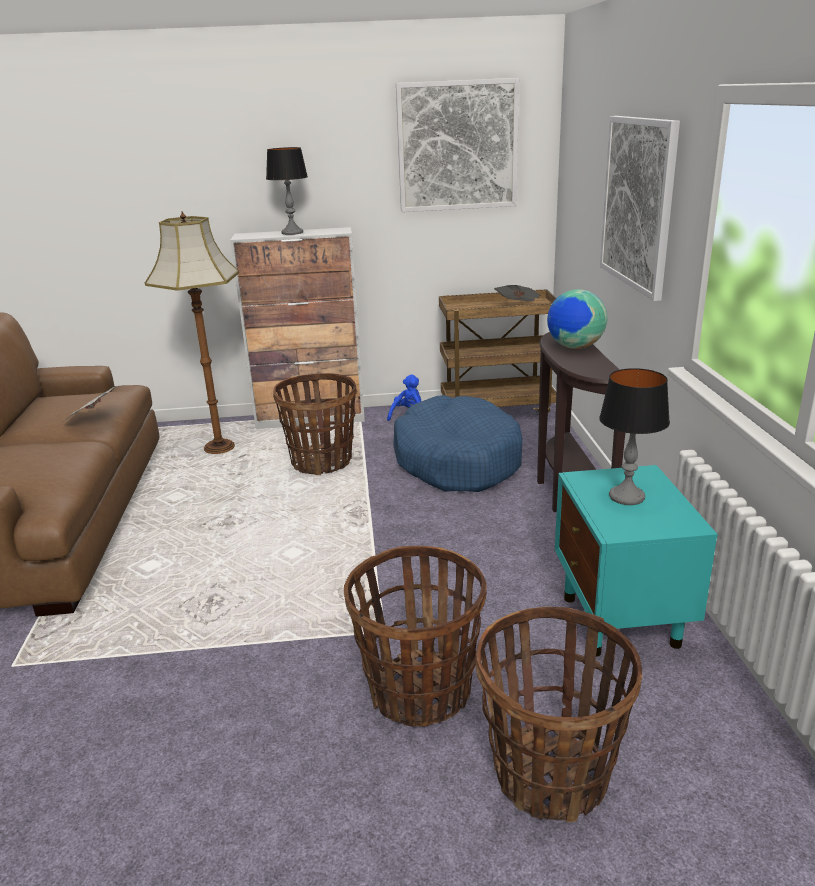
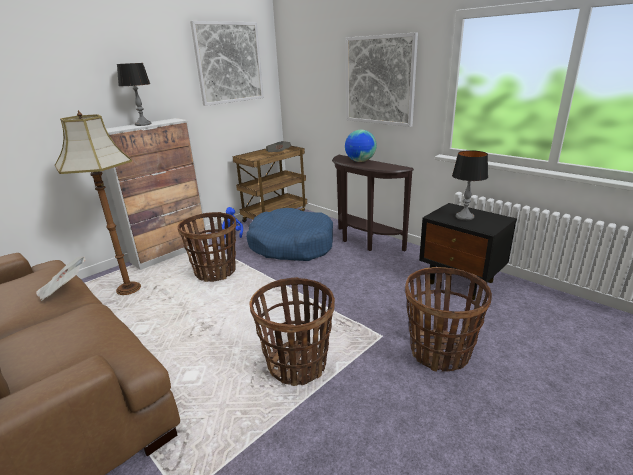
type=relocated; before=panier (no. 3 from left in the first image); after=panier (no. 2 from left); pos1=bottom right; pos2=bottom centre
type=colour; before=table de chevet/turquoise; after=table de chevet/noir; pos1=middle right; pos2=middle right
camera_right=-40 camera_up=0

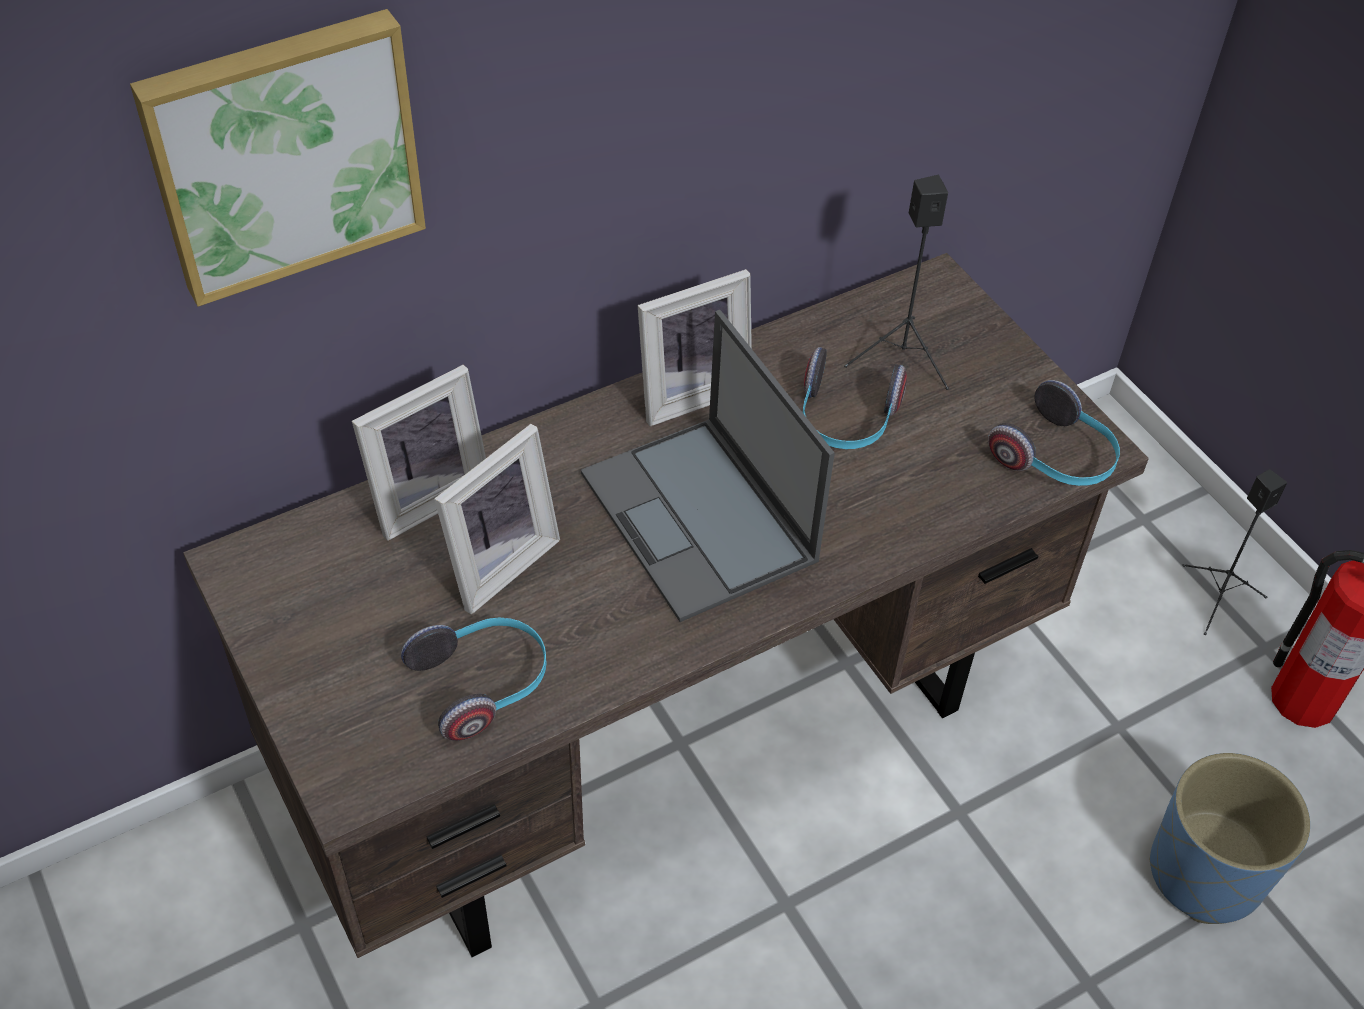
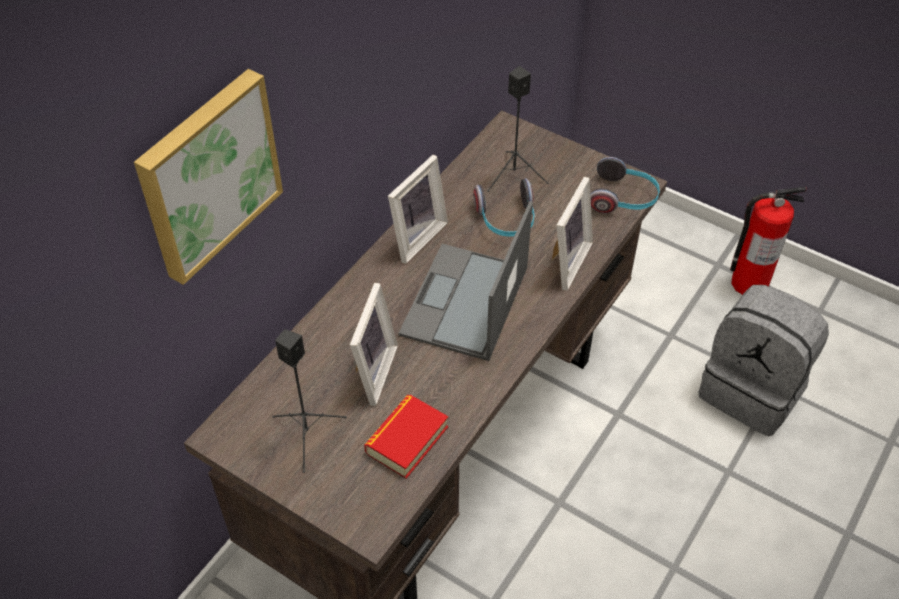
type=relocated; before=cadre photo (no. 1 from left in the first image); after=cadre photo (no. 3 from left); pos1=middle left; pos2=centre
type=exchanged; before=casque audio (no. 1 from left); after=livre; pos1=bottom centre; pos2=bottom centre
type=spun; before=ordinateur portable; pos1=centre; pos2=centre; turn=75
type=exchanged; before=cache-pot/bleu; after=sac à dos/gris; pos1=bottom right; pos2=middle right
type=relocated; before=enceinte/noir (no. 2 from left in the first image); after=enceinte/noir (no. 1 from left); pos1=middle right; pos2=bottom centre
camera_right=-25 camera_up=0

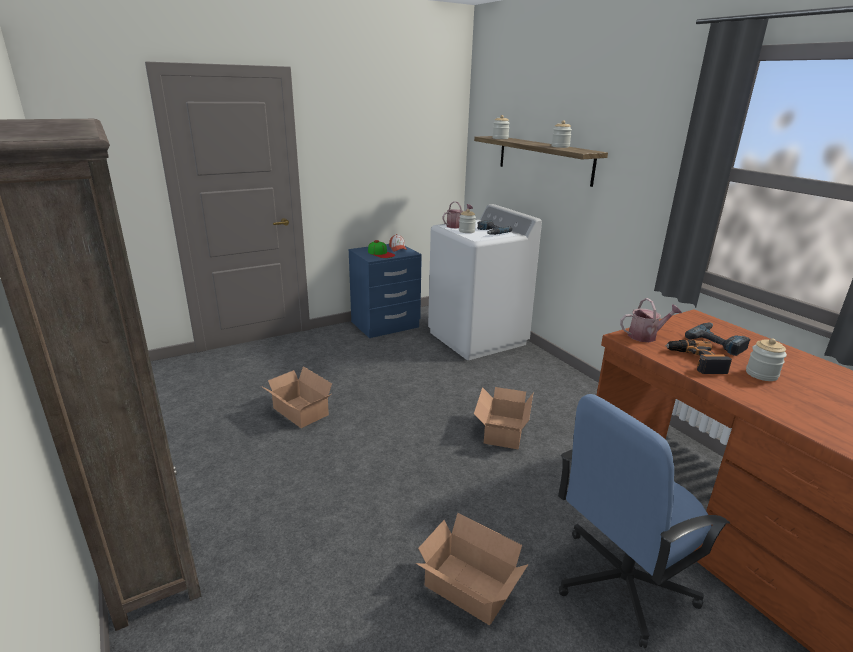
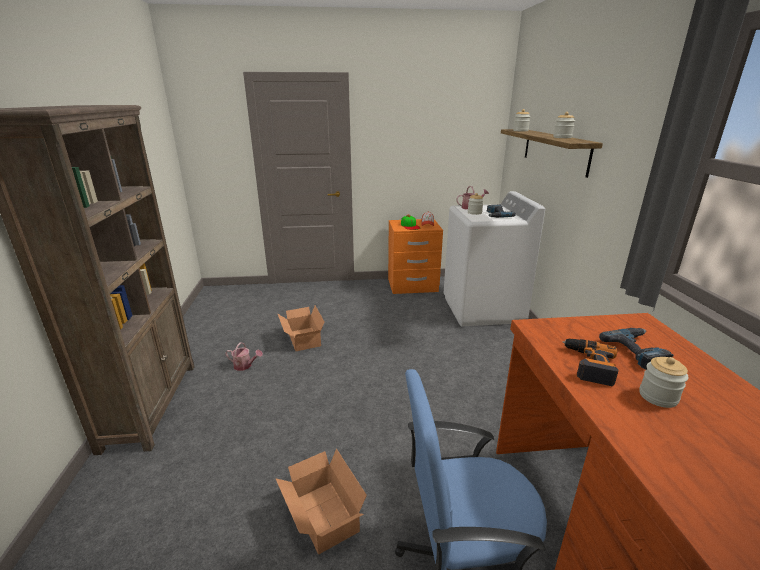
type=colour; before=table de chevet/bleu; after=table de chevet/orange; pos1=centre; pos2=centre
type=missing; before=carton (no. 3 from left); pos1=centre
type=relocated; before=arrosoir (no. 2 from left in the first image); after=arrosoir (no. 1 from left); pos1=middle right; pos2=middle left
camera_right=25 camera_up=0

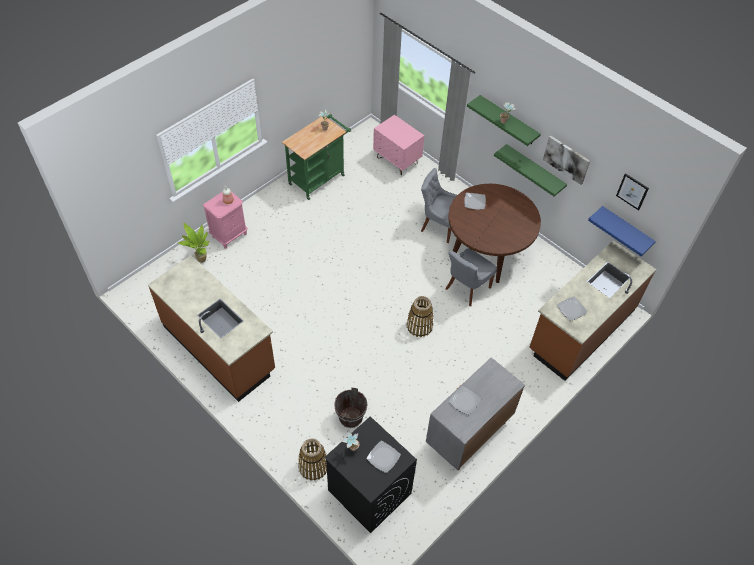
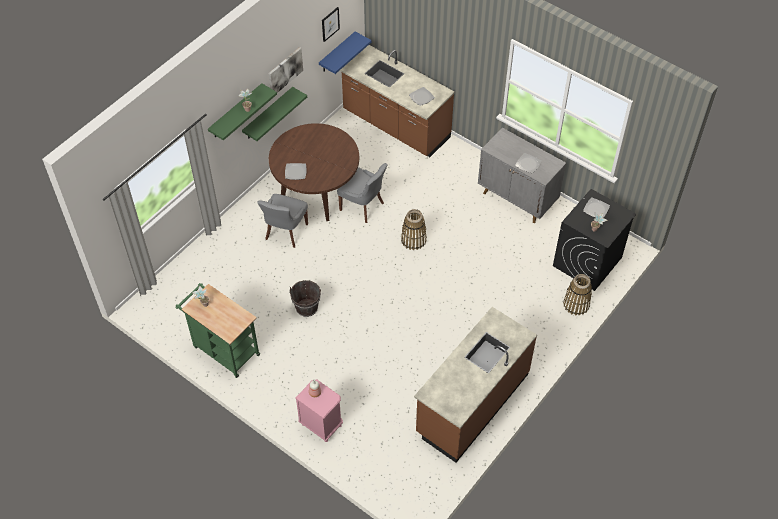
type=missing; before=plante en pot (no. 1 from left); pos1=middle left
type=relocated; before=seau/marron; pos1=bottom centre; pos2=centre
type=missing; before=table de chevet/rose (no. 2 from left); pos1=top centre
camera_right=-95 camera_up=0

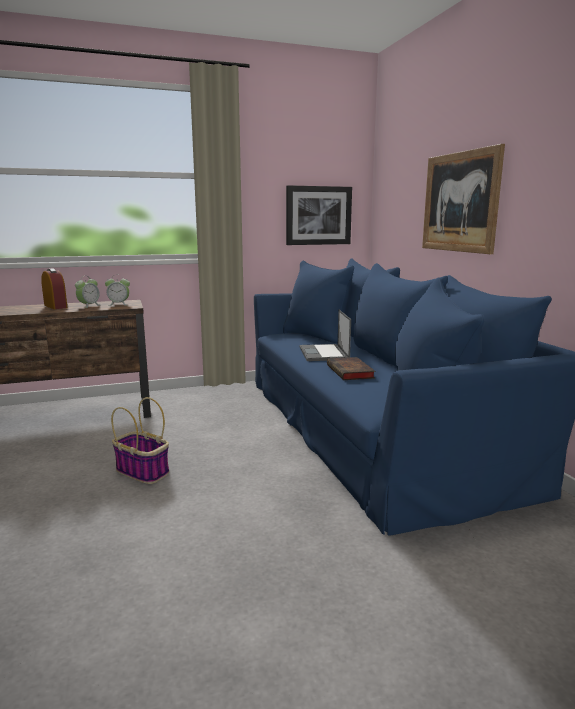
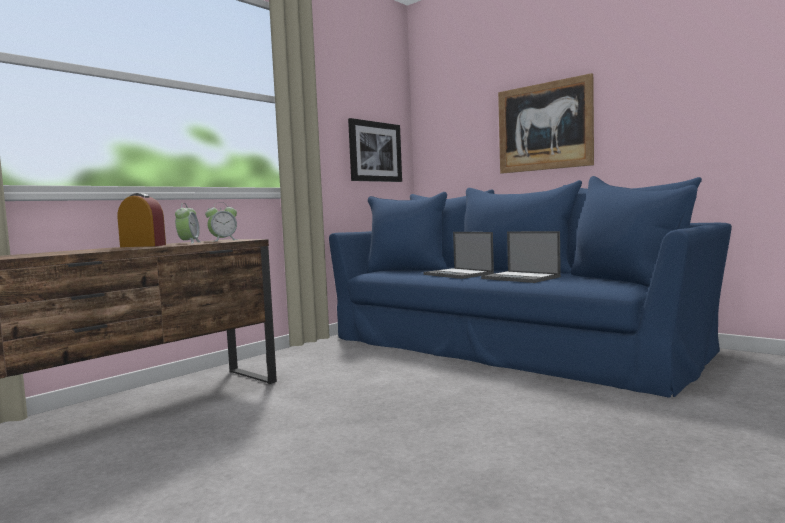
type=missing; before=panier; pos1=middle left
type=exchanged; before=livre; after=ordinateur portable (no. 2 from left); pos1=centre; pos2=centre
camera_right=-30 camera_up=-10

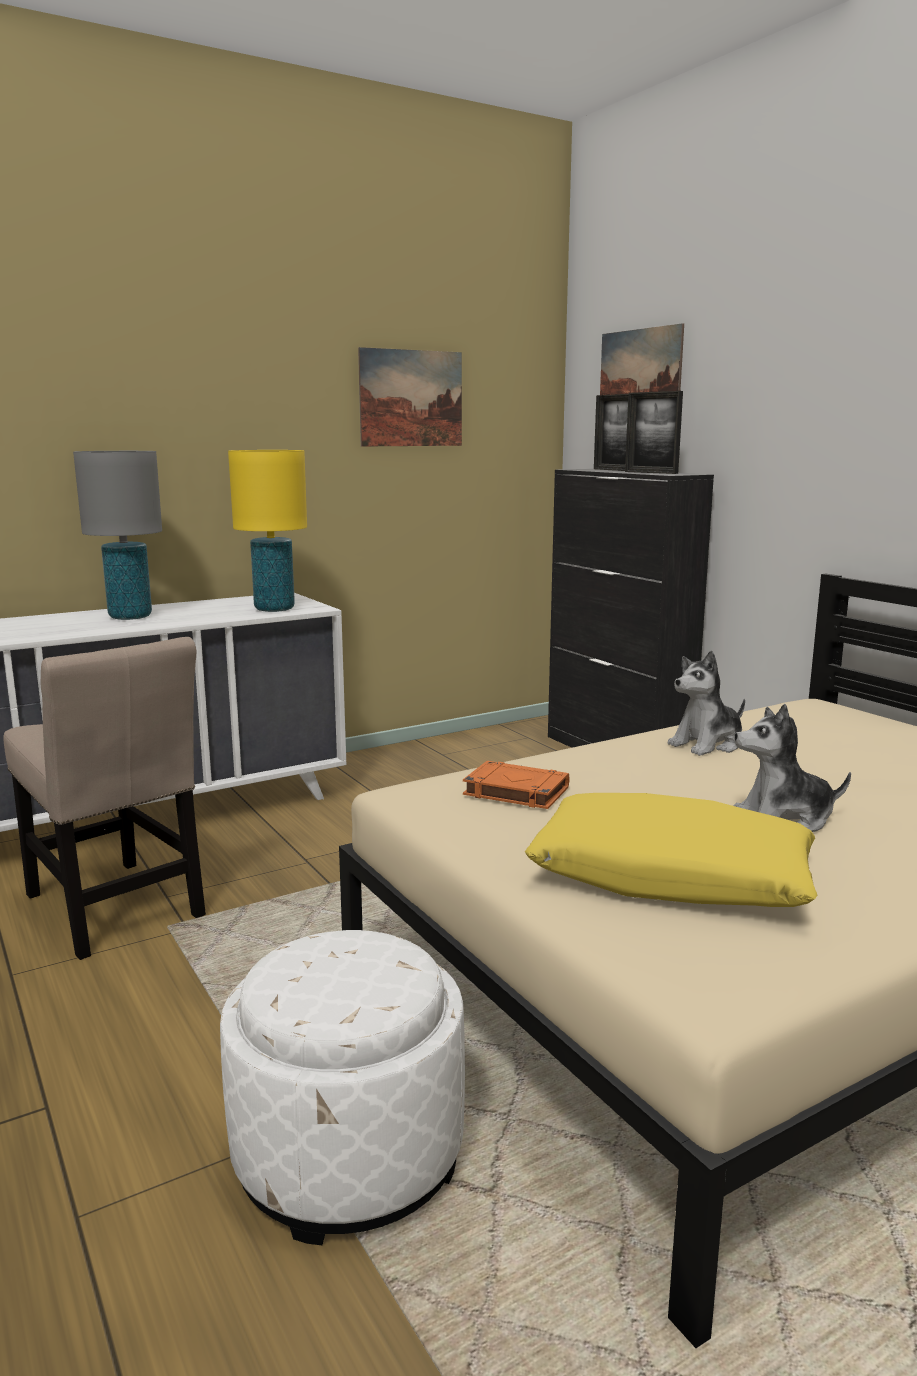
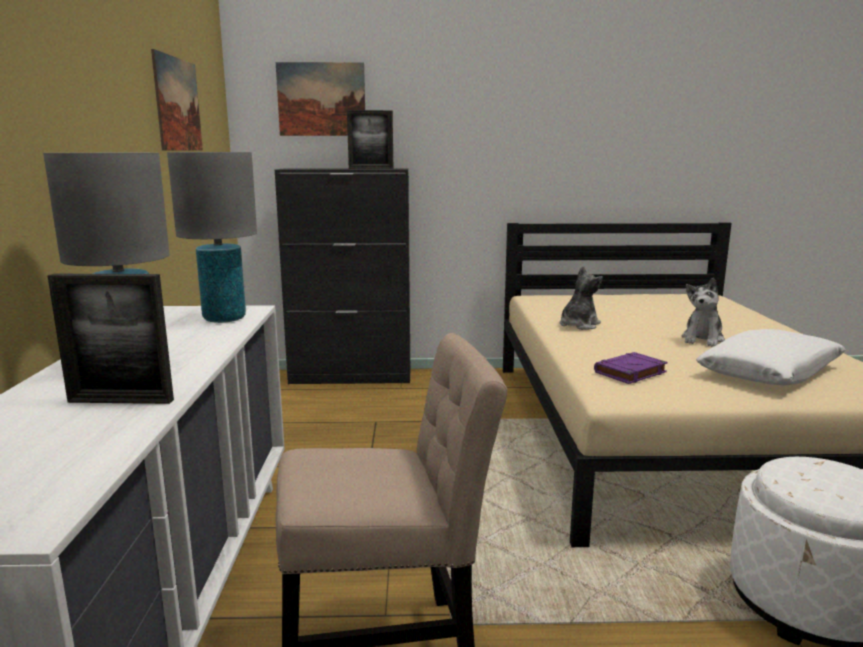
type=colour; before=lampe de table/jaune; after=lampe de table/gris (no. 2 from left); pos1=middle left; pos2=middle left
type=colour; before=livre/orange; after=livre/violet; pos1=centre; pos2=middle right
type=colour; before=coussin/jaune; after=coussin/blanc; pos1=middle right; pos2=middle right
type=relocated; before=cadre photo (no. 1 from left); pos1=top centre; pos2=middle left
type=spun; before=peluche (no. 1 from left); pos1=middle right; pos2=middle right; turn=-135
camera_right=-60 camera_up=0

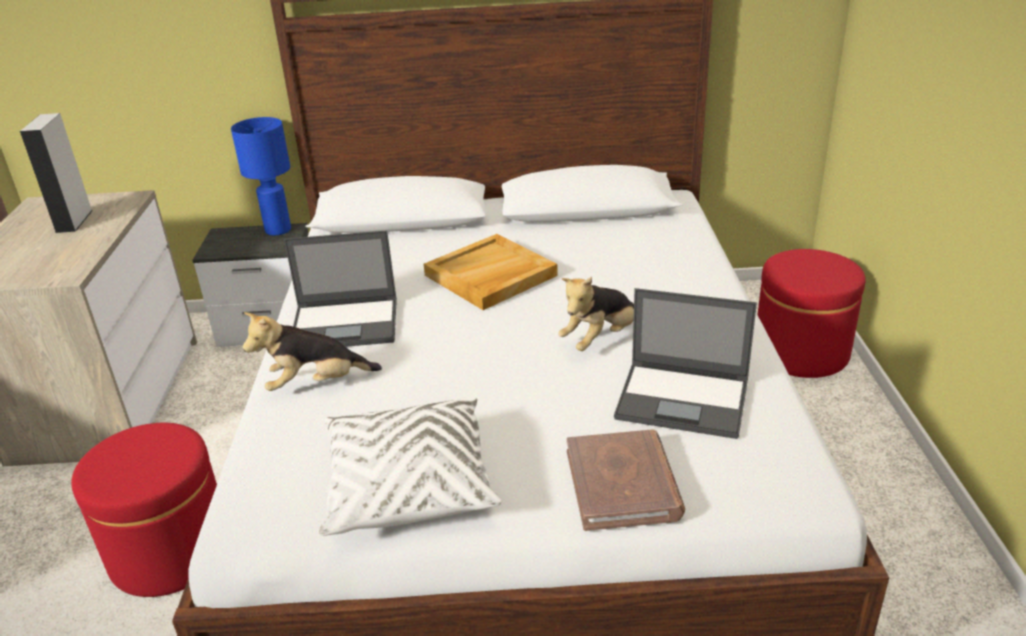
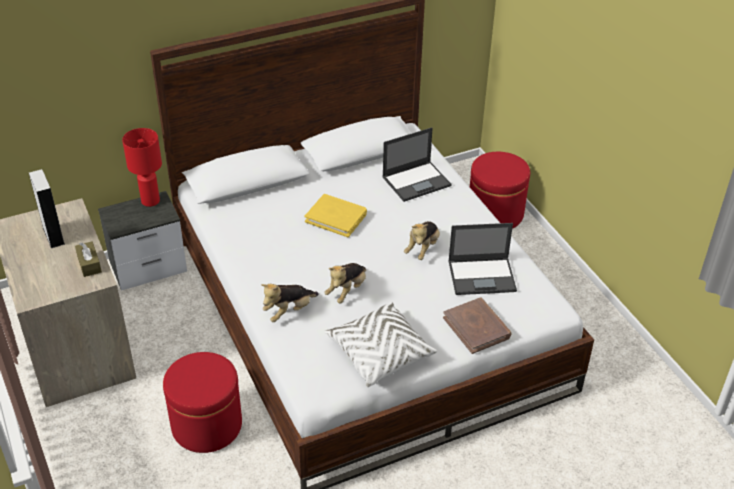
type=colour; before=lampe de table/bleu; after=lampe de table/rouge; pos1=top left; pos2=middle left
type=relocated; before=ordinateur portable (no. 1 from left); pos1=middle left; pos2=centre
type=exchanged; before=plateau/beige; after=livre/jaune; pos1=centre; pos2=centre
type=appeared; after=boîte à mouchoirs/marron; pos2=middle left
type=appeared; after=peluche (no. 2 from left); pos2=centre
camera_right=-25 camera_up=10

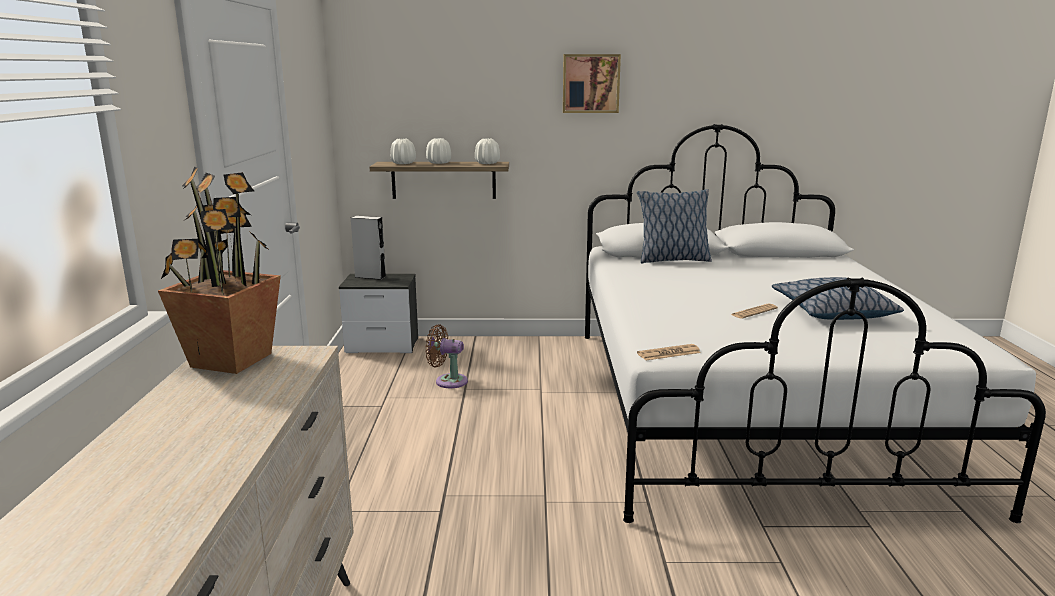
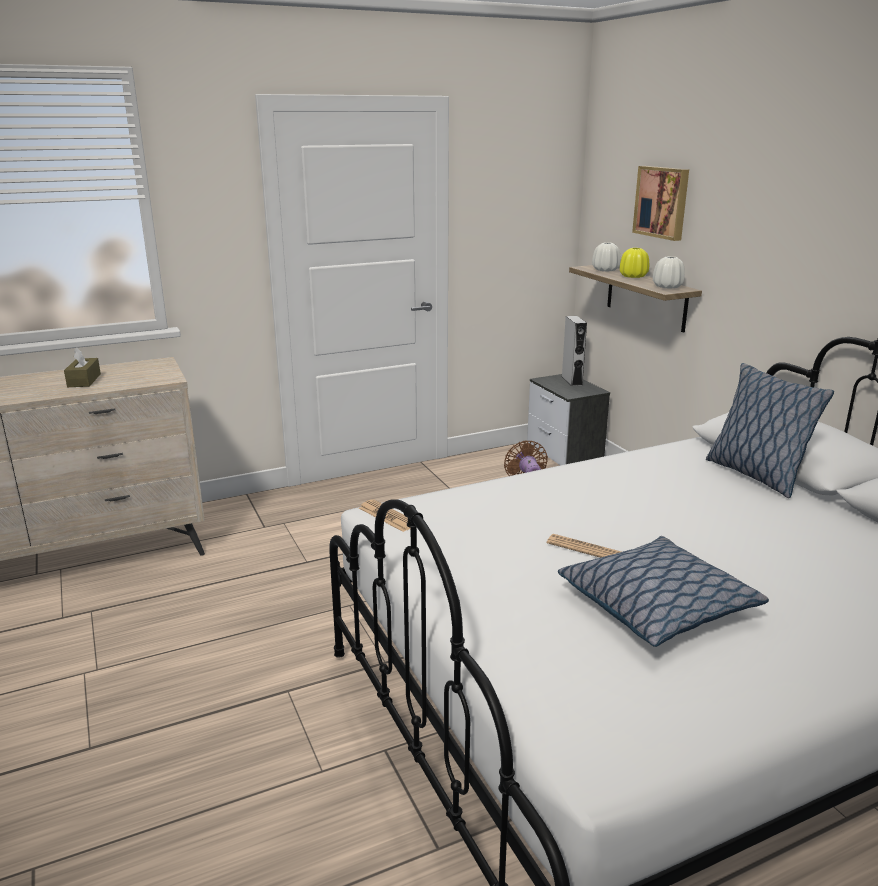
type=missing; before=plante en pot; pos1=middle left
type=colour; before=vase/blanc (no. 2 from left); after=vase/jaune; pos1=top centre; pos2=top right
type=relocated; before=tableau; pos1=top centre; pos2=top right
type=appeared; after=boîte à mouchoirs/marron; pos2=middle left
camera_right=65 camera_up=5

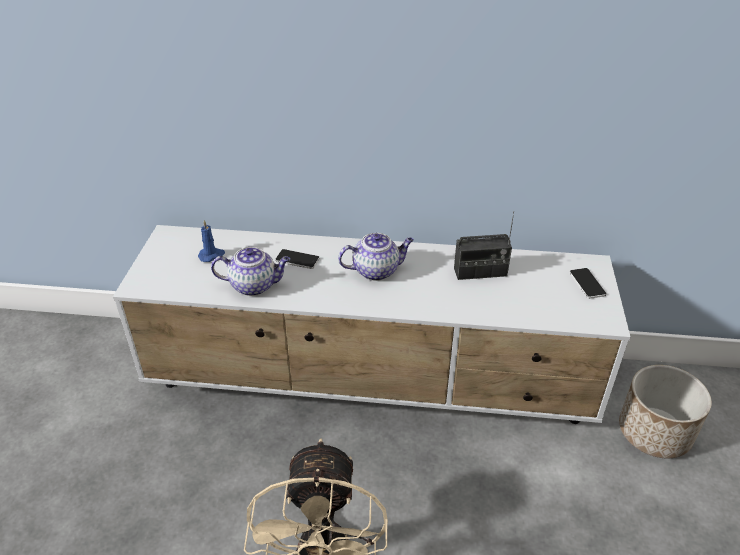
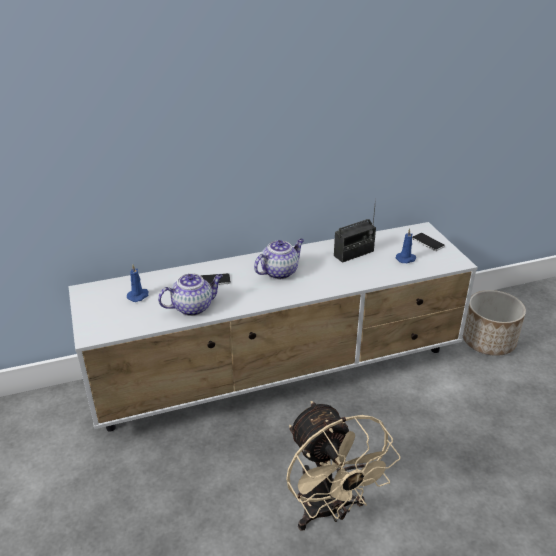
type=appeared; after=bougie/bleu (no. 2 from left); pos2=middle right
camera_right=-25 camera_up=-5

